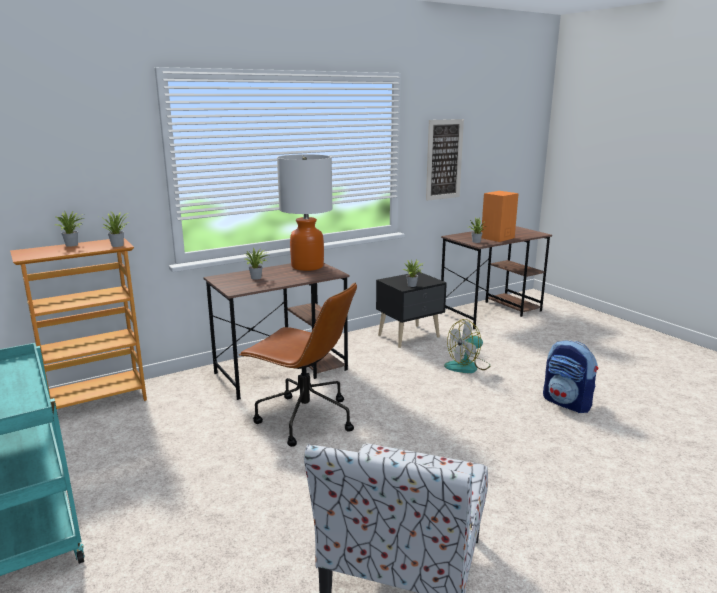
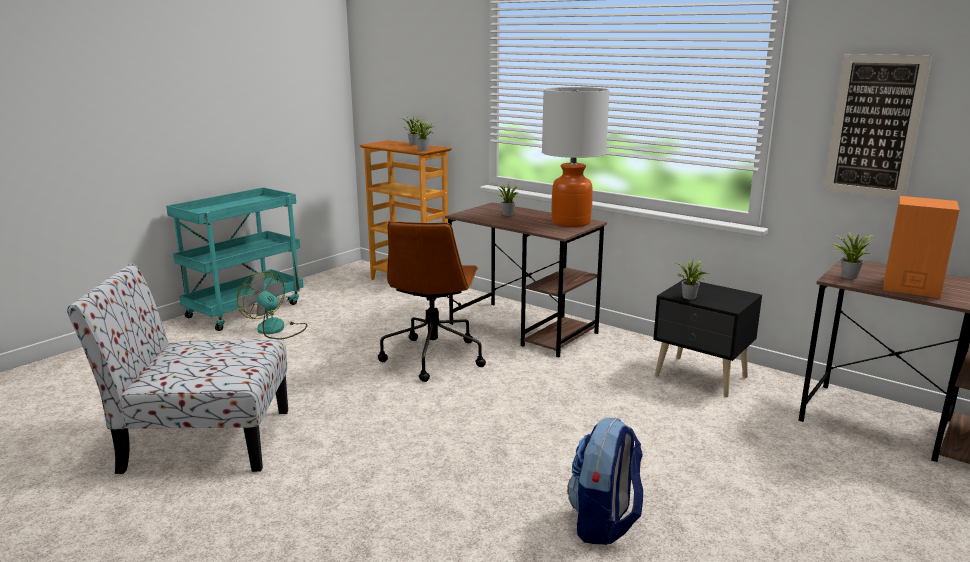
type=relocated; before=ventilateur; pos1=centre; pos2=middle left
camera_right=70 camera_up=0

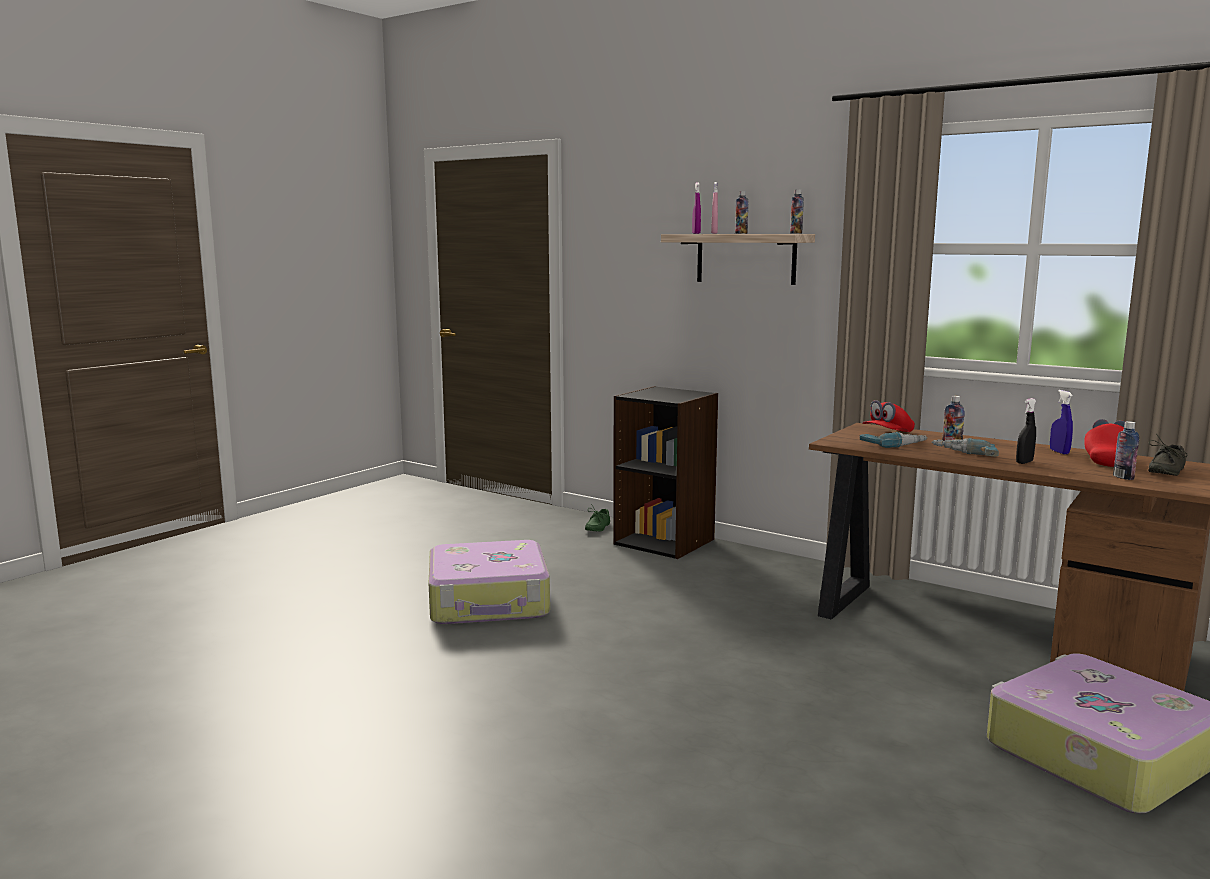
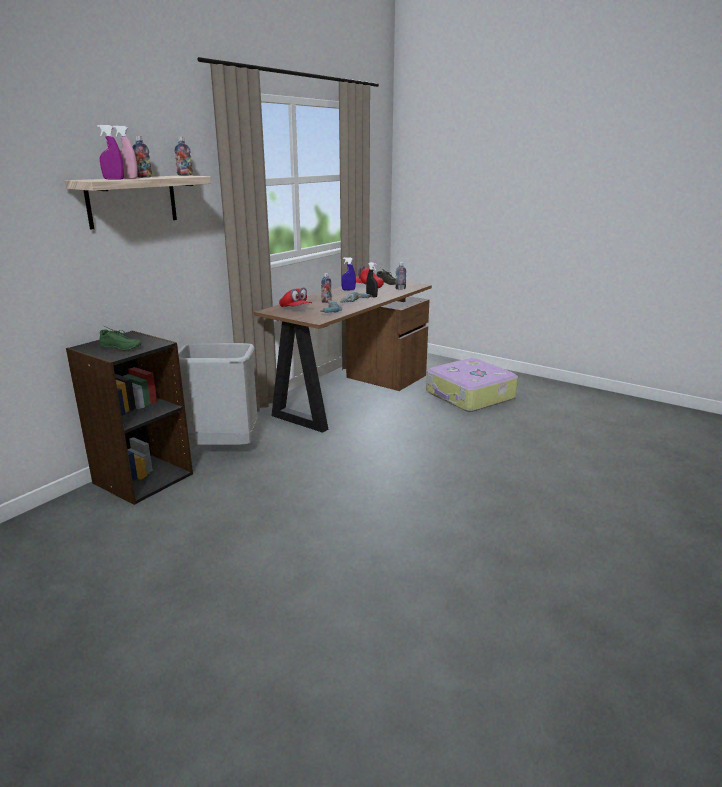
type=missing; before=valise (no. 1 from left); pos1=centre
type=relocated; before=chaussure/vert; pos1=centre; pos2=middle left
type=appeared; after=poubelle/gris; pos2=middle left
camera_right=-90 camera_up=10

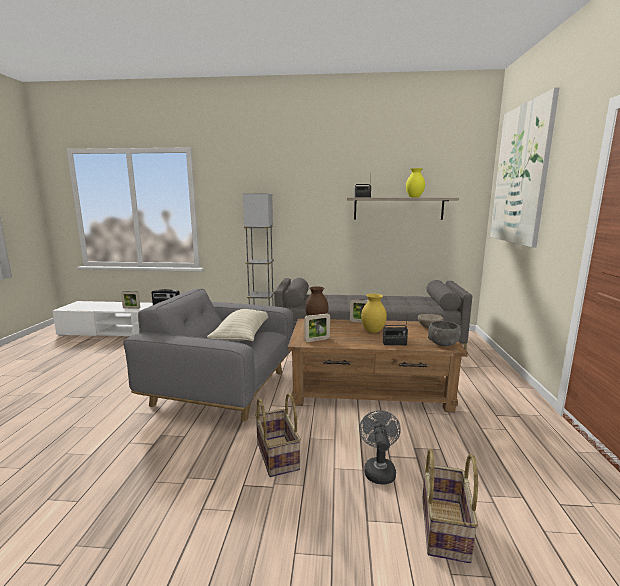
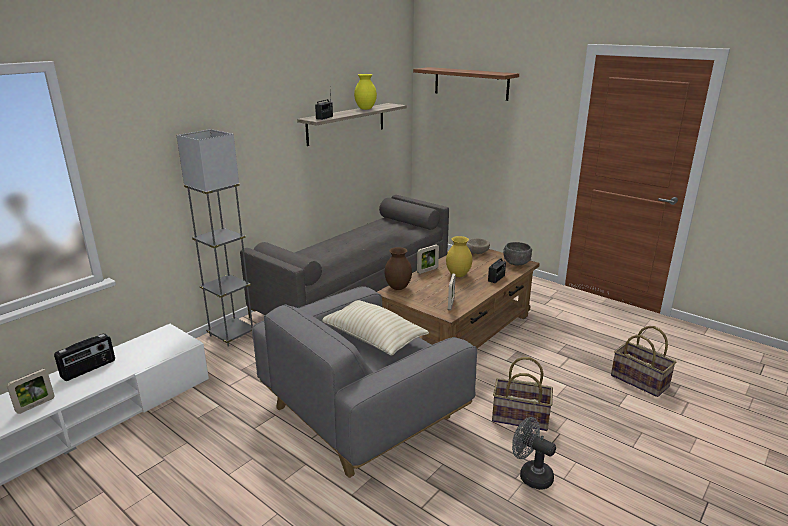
type=relocated; before=ventilateur/gris; pos1=bottom centre; pos2=bottom right
type=exchanged; before=tableau; after=étagère (no. 2 from left); pos1=top right; pos2=top centre
camera_right=-55 camera_up=10

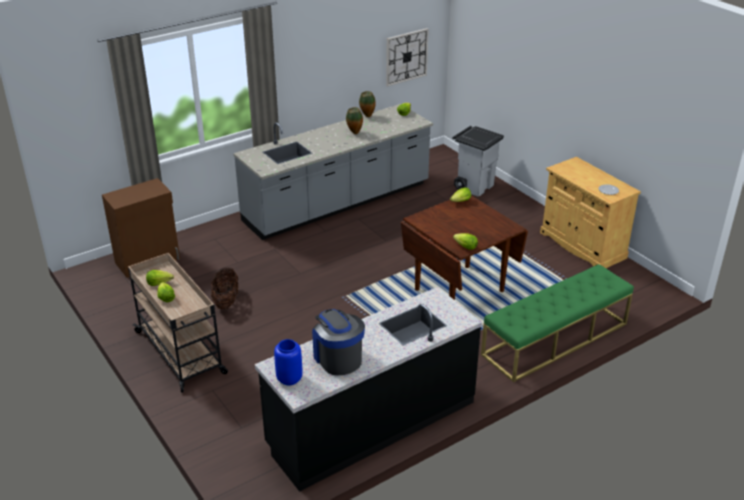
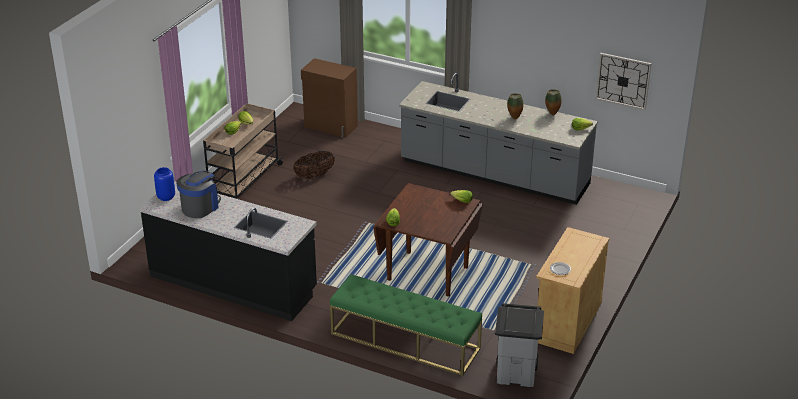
type=relocated; before=poubelle/gris; pos1=top centre; pos2=bottom centre
camera_right=60 camera_up=0

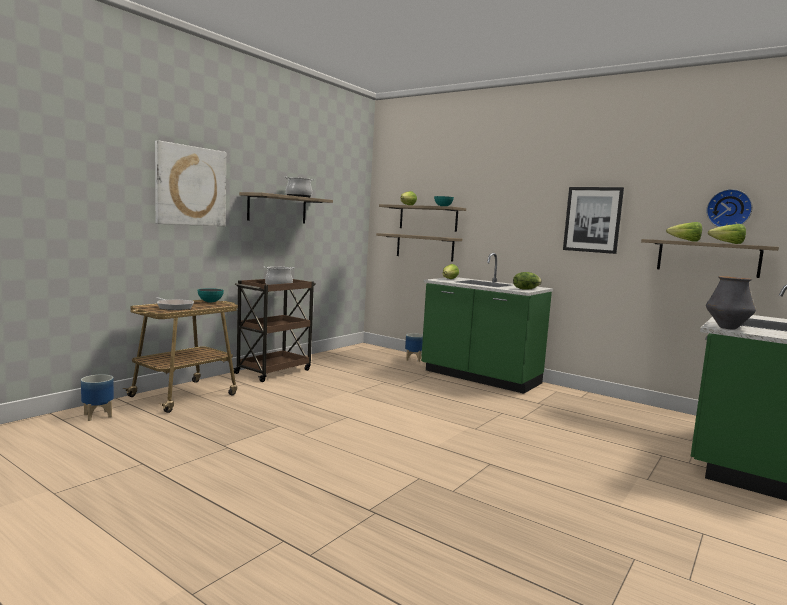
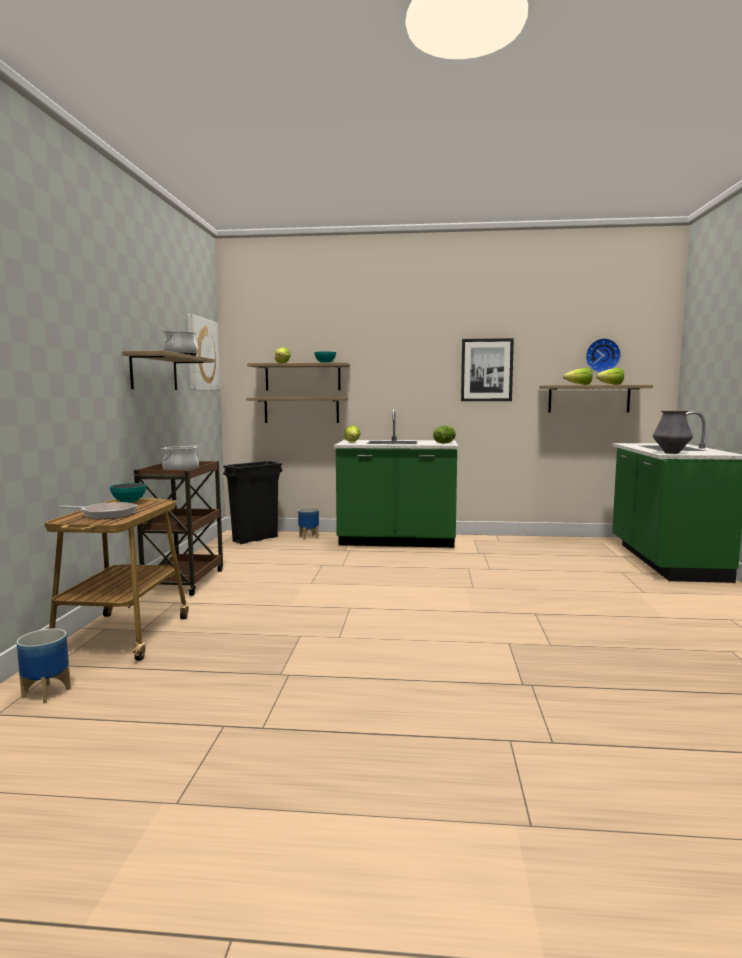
type=relocated; before=tableau (no. 1 from left); pos1=top left; pos2=middle left
type=appeared; after=poubelle/noir; pos2=centre
camera_right=-30 camera_up=0

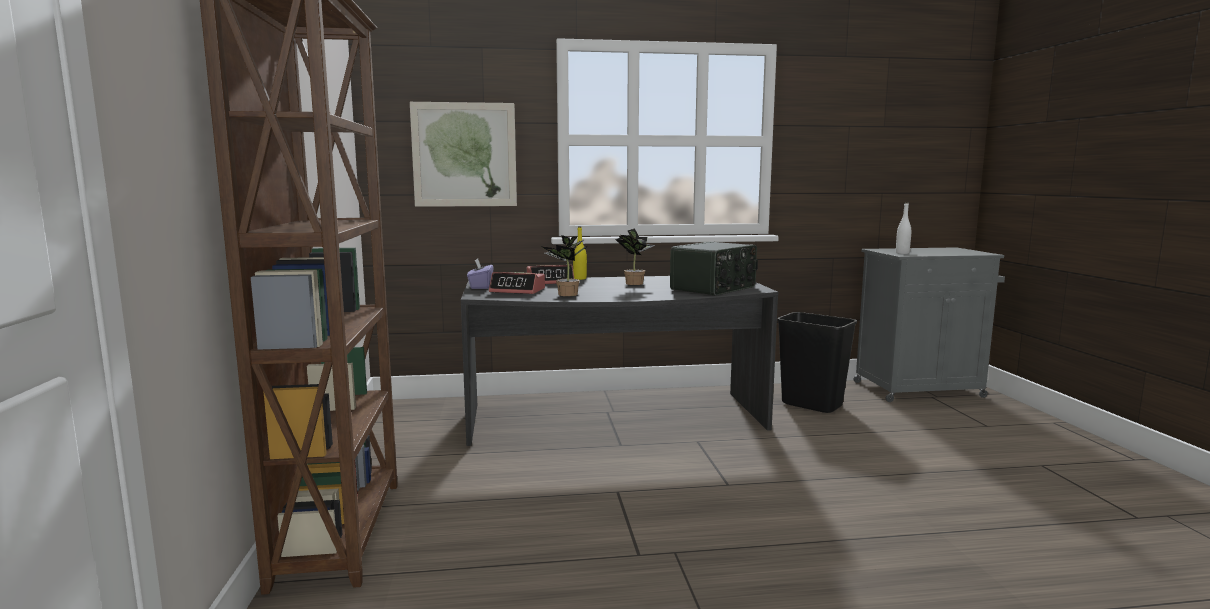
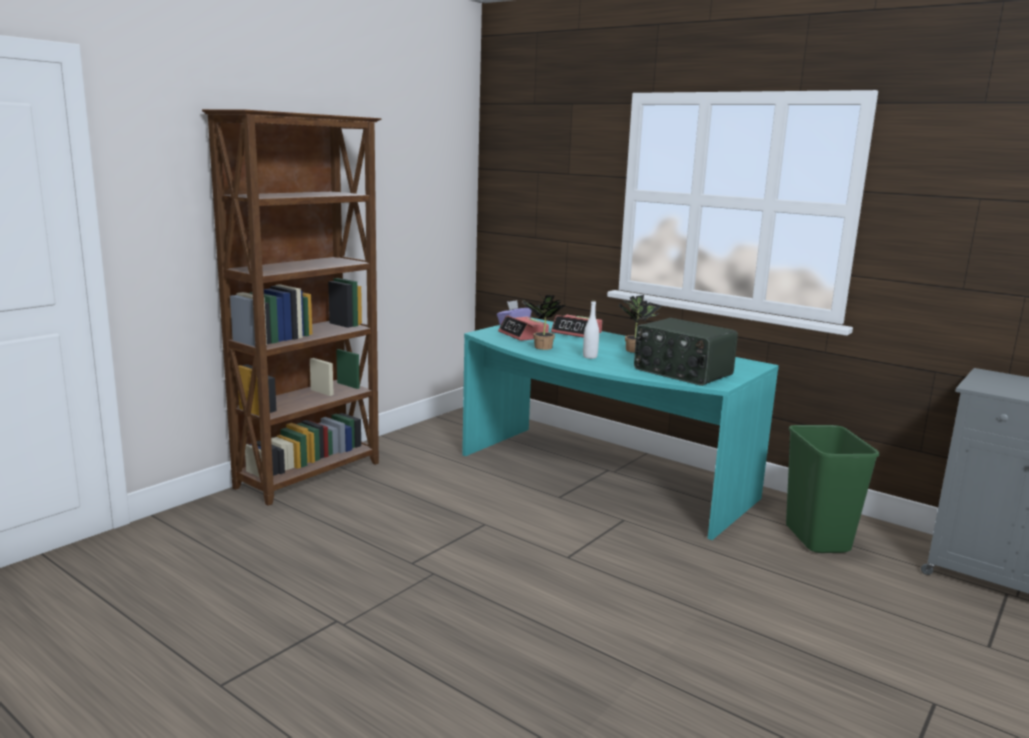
type=missing; before=tableau; pos1=top centre
type=colour; before=bureau/gris; after=bureau/turquoise; pos1=centre; pos2=centre
type=missing; before=bouteille/jaune; pos1=centre
type=spun; before=radio; pos1=centre; pos2=middle right; turn=45
type=colour; before=poubelle/noir; after=poubelle/vert; pos1=middle right; pos2=middle right
type=relocated; before=bouteille/blanc; pos1=middle right; pos2=centre
camera_right=45 camera_up=5

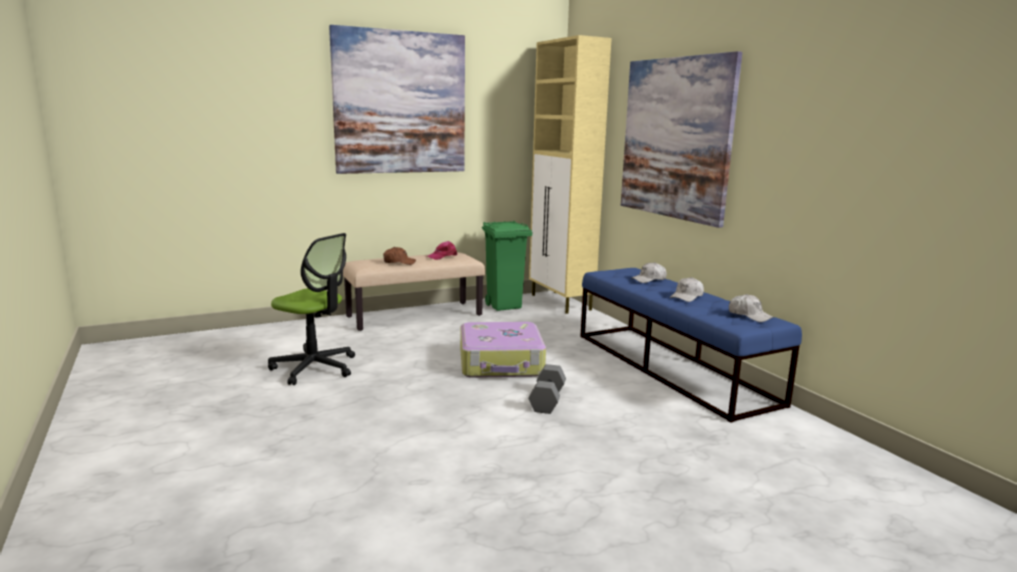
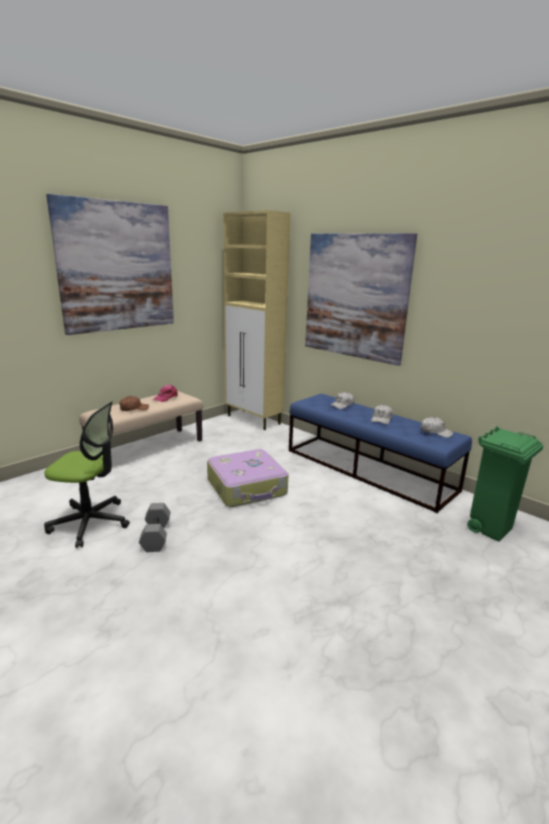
type=relocated; before=poubelle/vert; pos1=centre; pos2=middle right
type=relocated; before=haltère/gris; pos1=bottom centre; pos2=middle left
camera_right=-20 camera_up=5

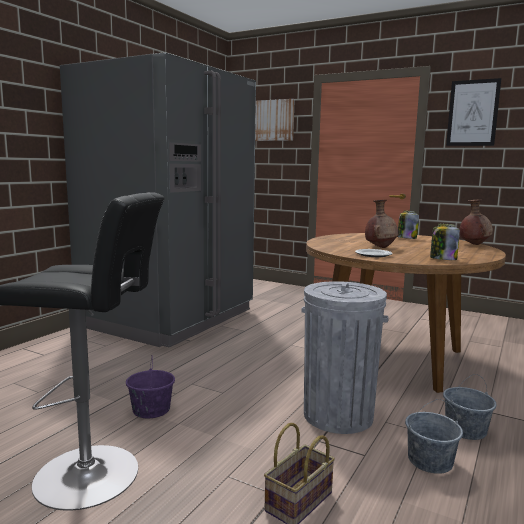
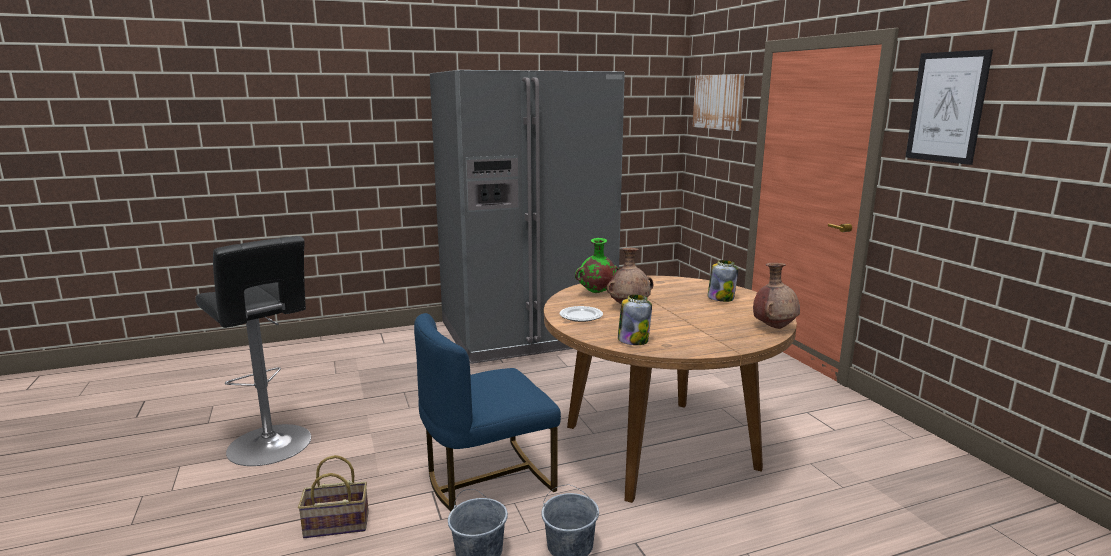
type=missing; before=seau/violet; pos1=bottom left
type=exchanged; before=poubelle/gris; after=chaise/bleu; pos1=bottom centre; pos2=bottom centre
type=appeared; after=vase/vert; pos2=centre
camera_right=40 camera_up=5

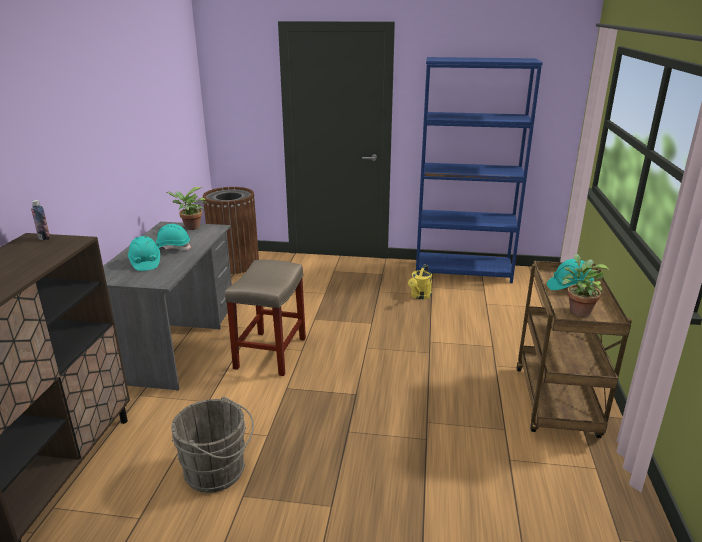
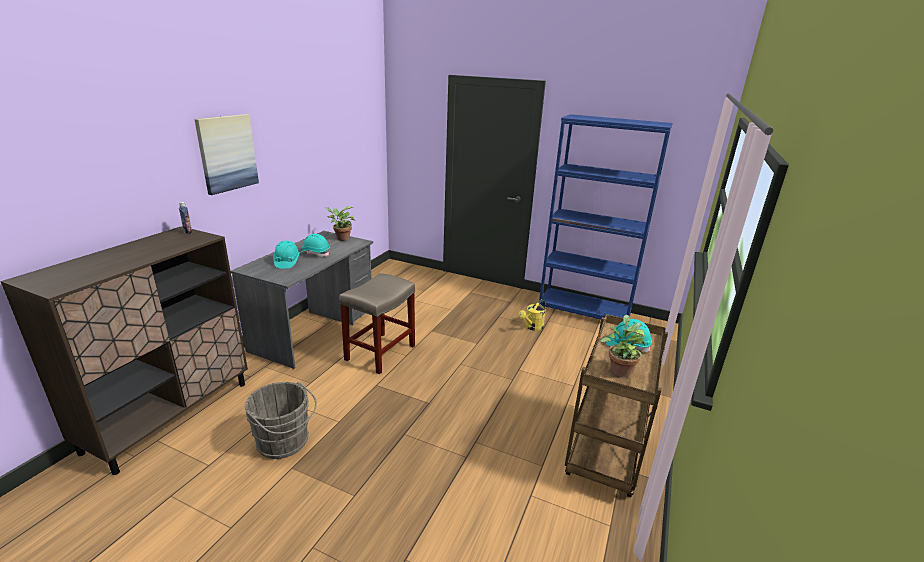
type=missing; before=poubelle/marron; pos1=middle left
type=appeared; after=tableau; pos2=top left
camera_right=15 camera_up=0

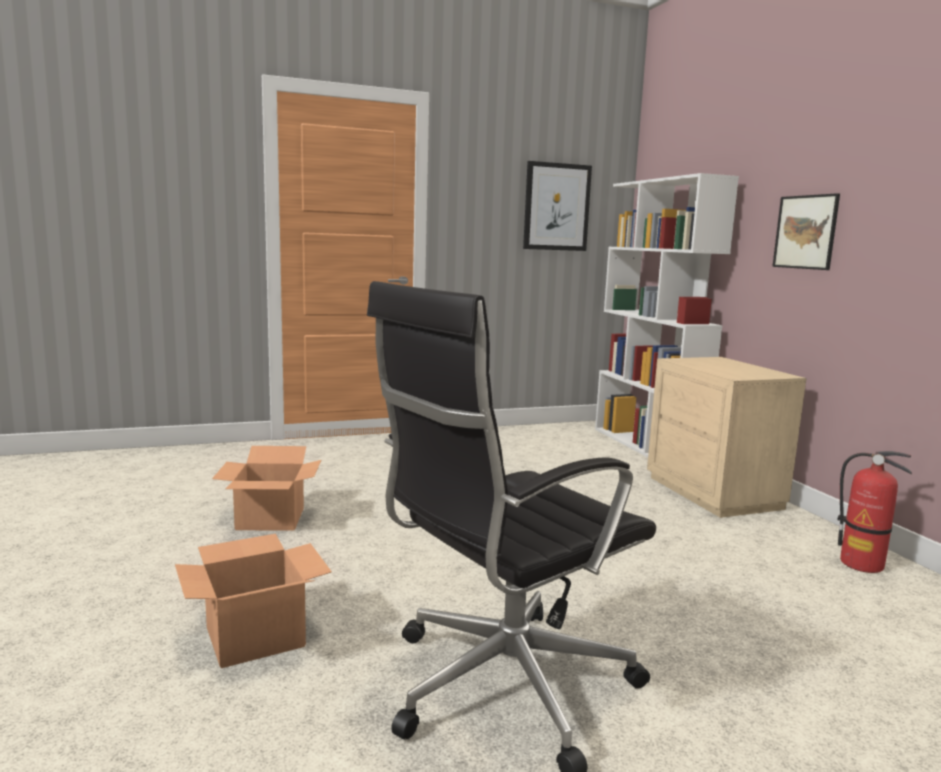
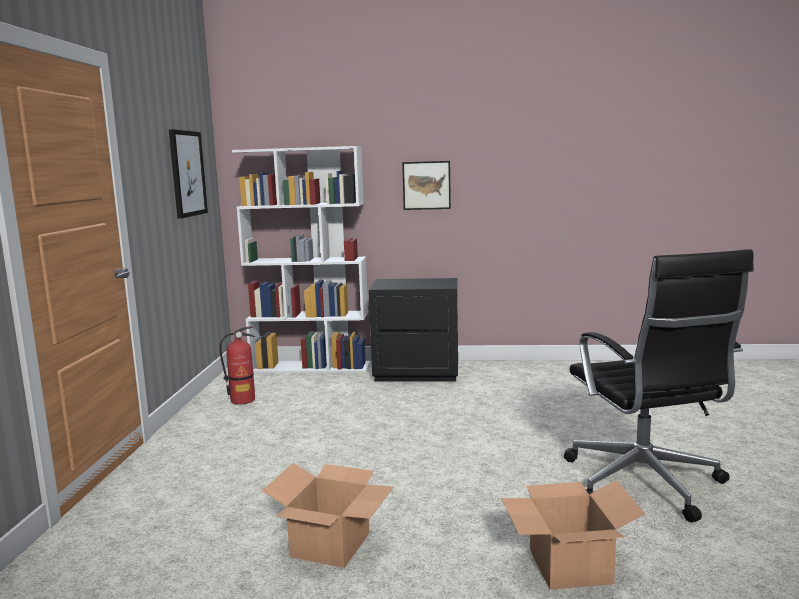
type=colour; before=table de chevet/beige; after=table de chevet/noir; pos1=middle right; pos2=centre
type=relocated; before=extincteur; pos1=middle right; pos2=middle left
camera_right=-65 camera_up=0

